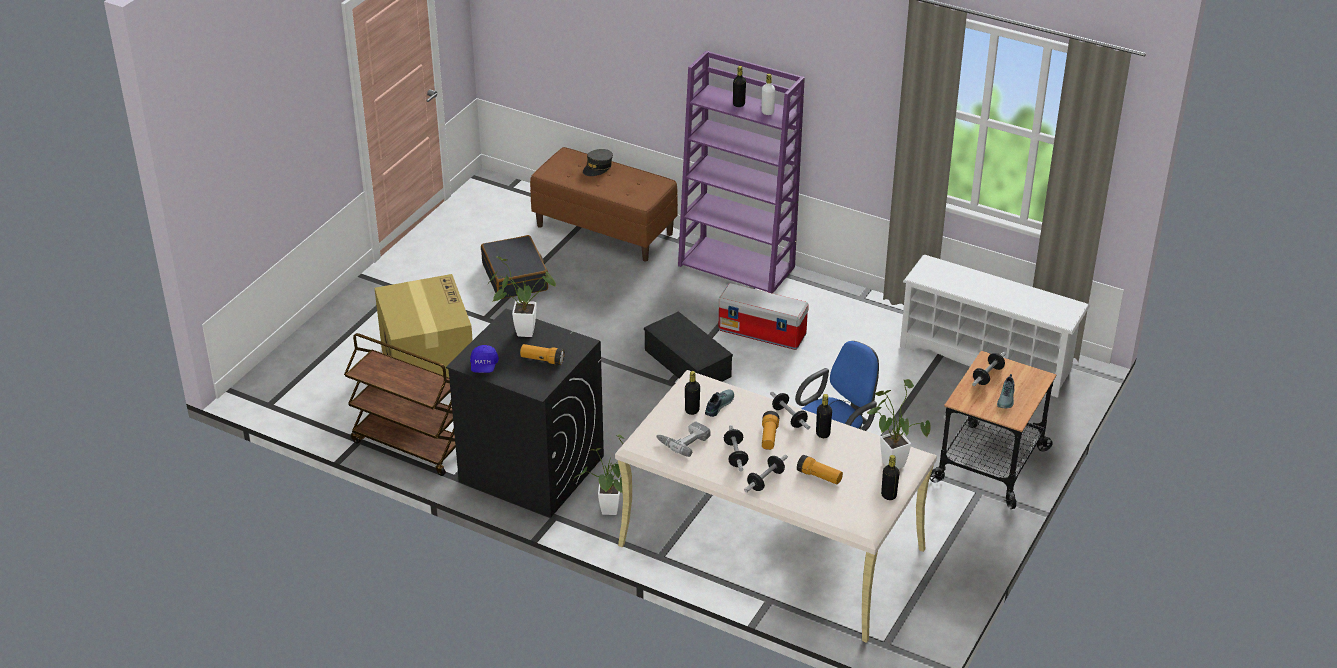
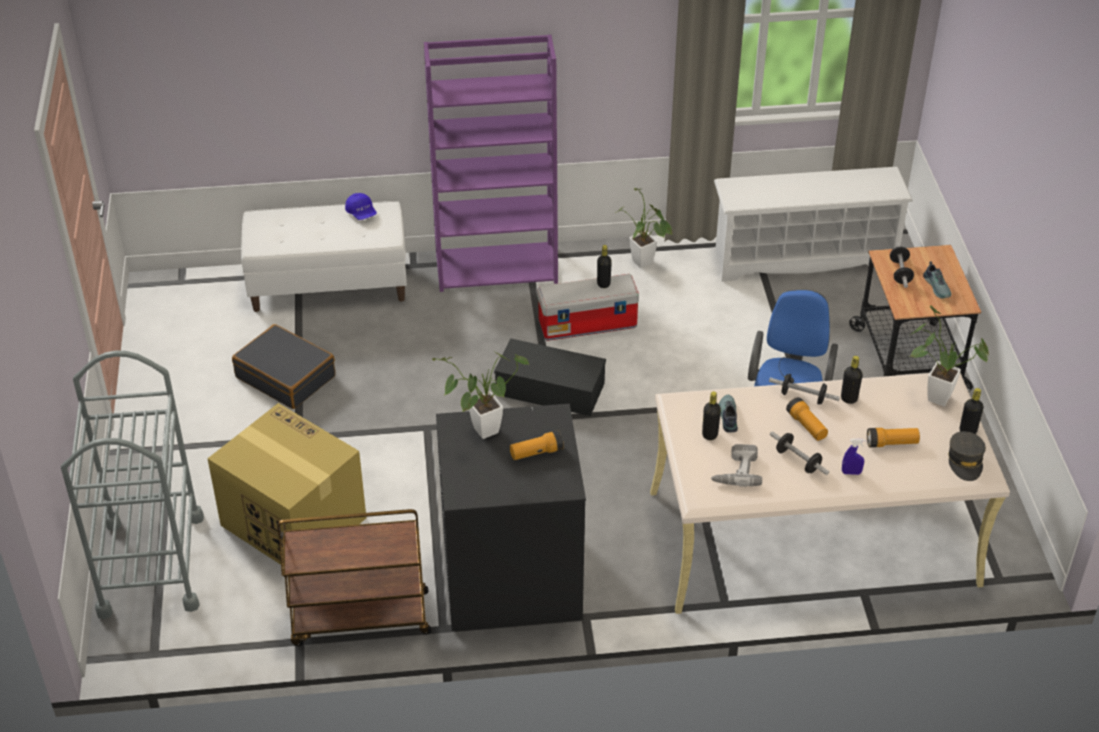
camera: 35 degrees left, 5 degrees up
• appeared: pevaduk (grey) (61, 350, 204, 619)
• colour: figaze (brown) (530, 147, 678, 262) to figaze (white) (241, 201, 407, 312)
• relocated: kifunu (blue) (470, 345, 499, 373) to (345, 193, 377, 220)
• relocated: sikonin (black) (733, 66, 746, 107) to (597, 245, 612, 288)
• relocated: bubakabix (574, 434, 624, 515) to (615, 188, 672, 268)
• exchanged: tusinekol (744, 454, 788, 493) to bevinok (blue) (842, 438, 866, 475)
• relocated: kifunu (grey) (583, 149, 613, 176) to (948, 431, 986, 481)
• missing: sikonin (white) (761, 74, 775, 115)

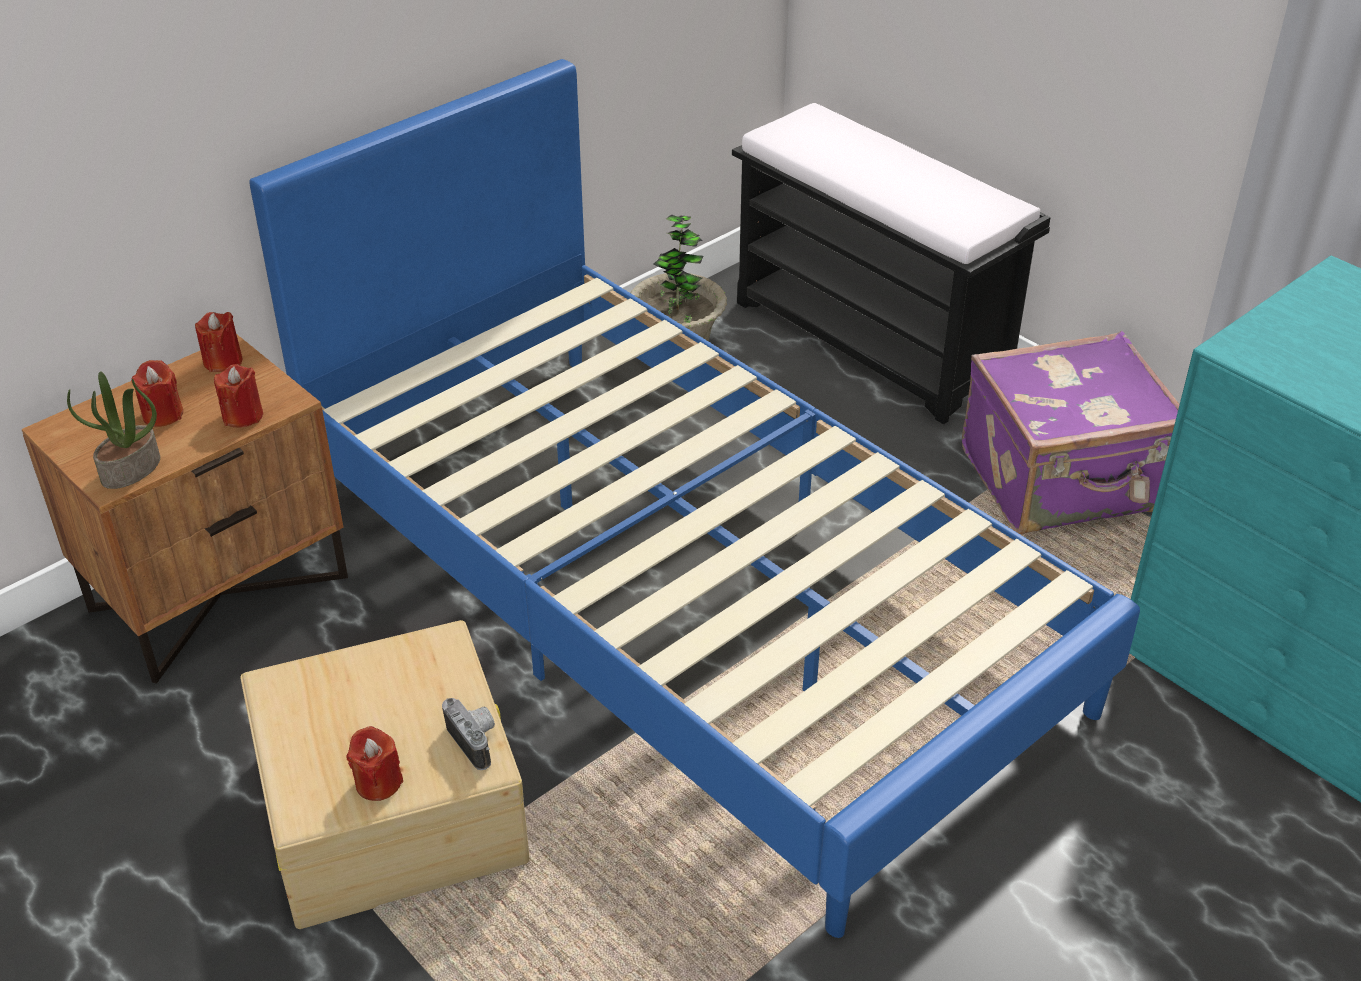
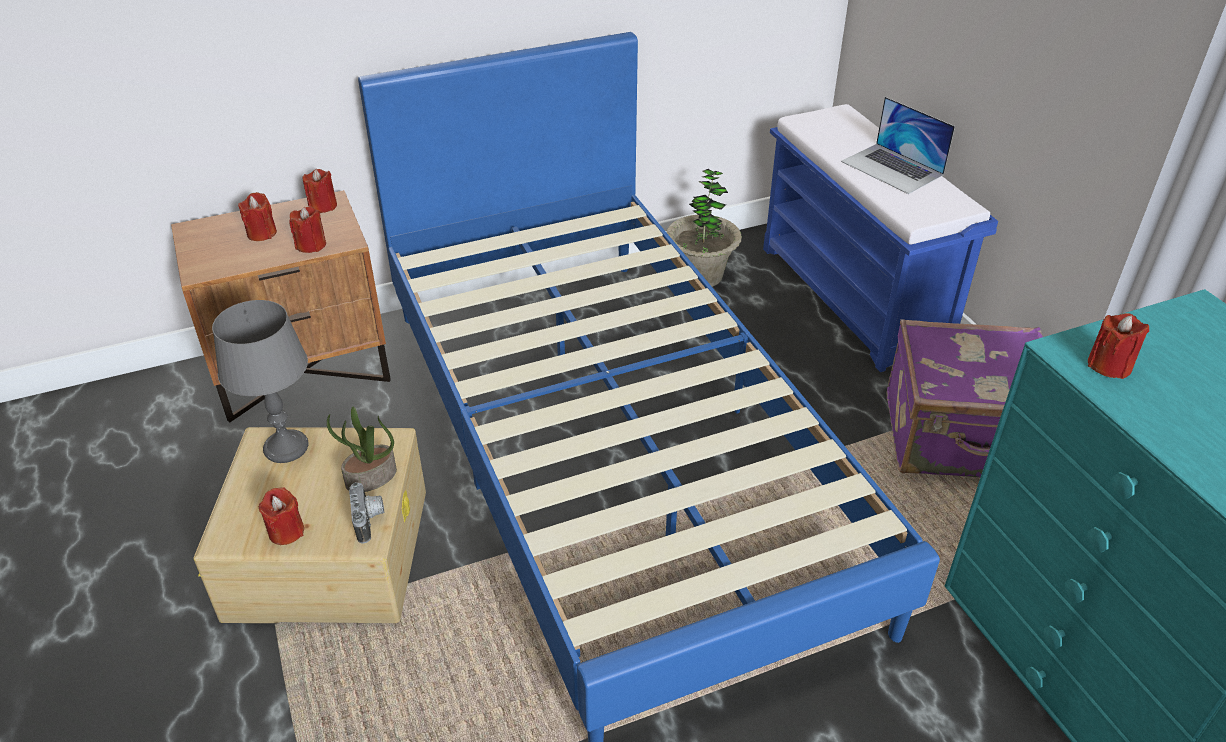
camera: 20 degrees right, 0 degrees up
• appeared: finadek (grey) (212, 300, 308, 463)
• relocated: bubakabix (67, 371, 160, 489) to (327, 407, 397, 492)
• colour: figaze (black) (732, 103, 1051, 424) to figaze (blue) (763, 104, 998, 372)
• appeared: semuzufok (841, 97, 955, 194)
• appeared: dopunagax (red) (1088, 313, 1149, 379)

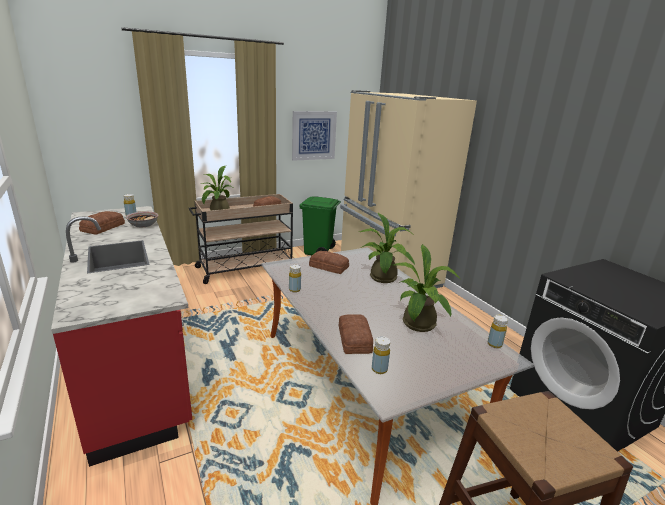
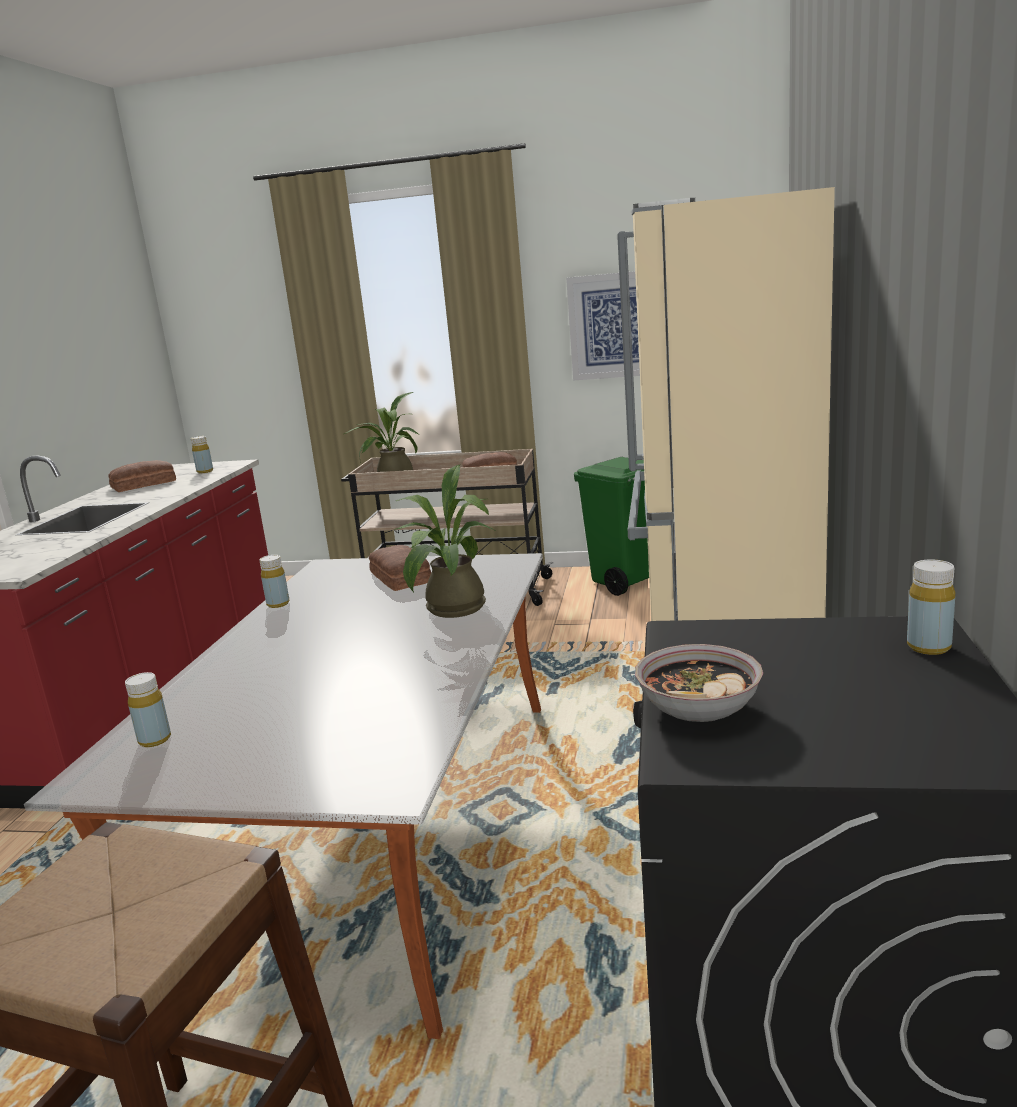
camera: 40 degrees right, 5 degrees down
• relocated: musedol (126, 211, 158, 228) to (635, 644, 763, 722)
• relocated: sikonin (yellow) (488, 315, 508, 348) to (907, 560, 955, 655)
• missing: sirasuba (339, 314, 373, 354)
• missing: bubakabix (390, 244, 461, 332)

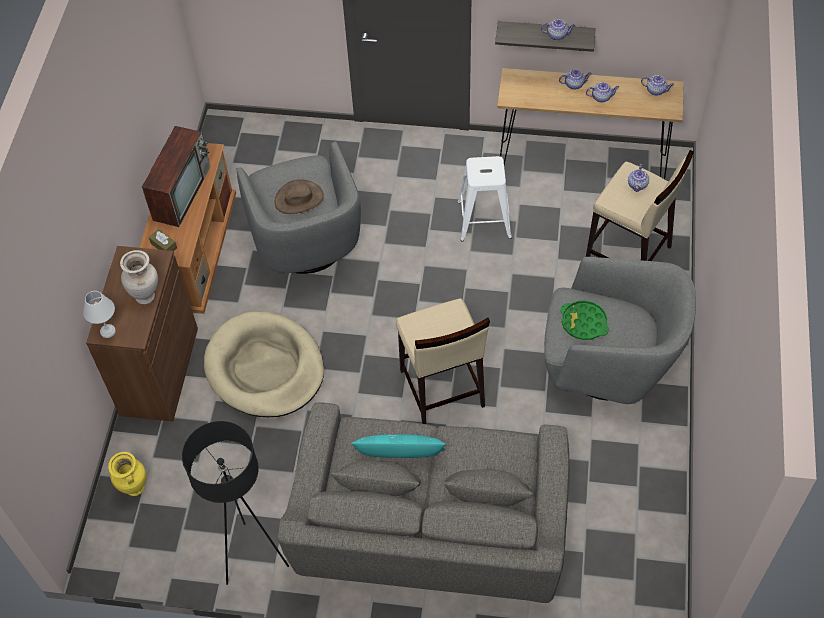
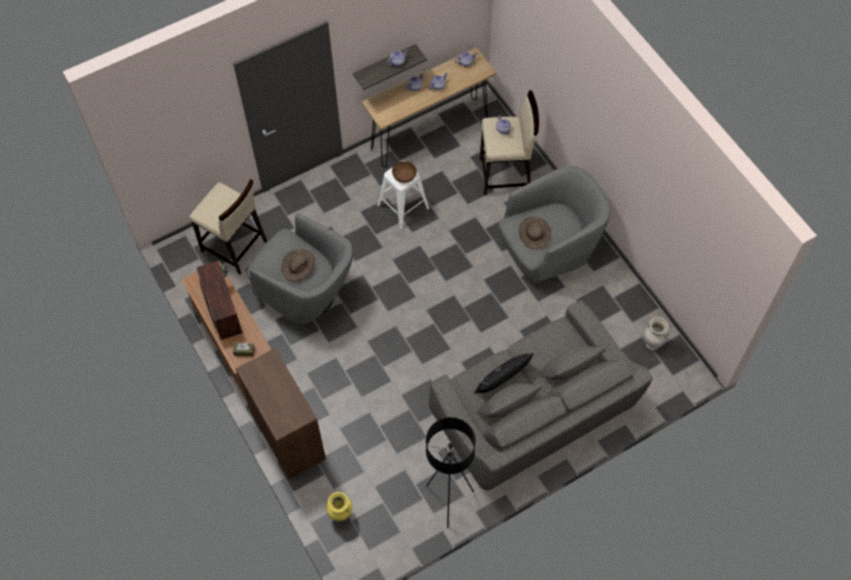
camera: 40 degrees left, 5 degrees up
• relocated: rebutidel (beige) (396, 298, 490, 424) to (189, 179, 267, 274)
• appeared: musedol (brown) (392, 161, 417, 183)
• colour: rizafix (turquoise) (351, 434, 446, 458) to rizafix (black) (474, 353, 534, 394)
• exchanged: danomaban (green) (560, 300, 609, 340) to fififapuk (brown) (519, 217, 551, 250)
• relocated: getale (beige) (120, 250, 158, 304) to (644, 317, 669, 350)
• missing: finadek (white) (83, 291, 116, 338)
• missing: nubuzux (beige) (204, 311, 324, 417)

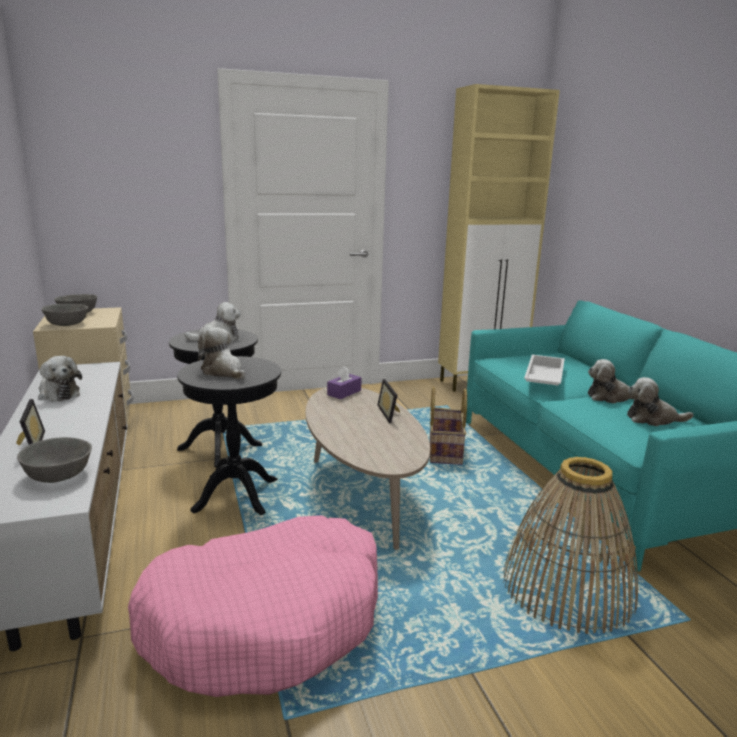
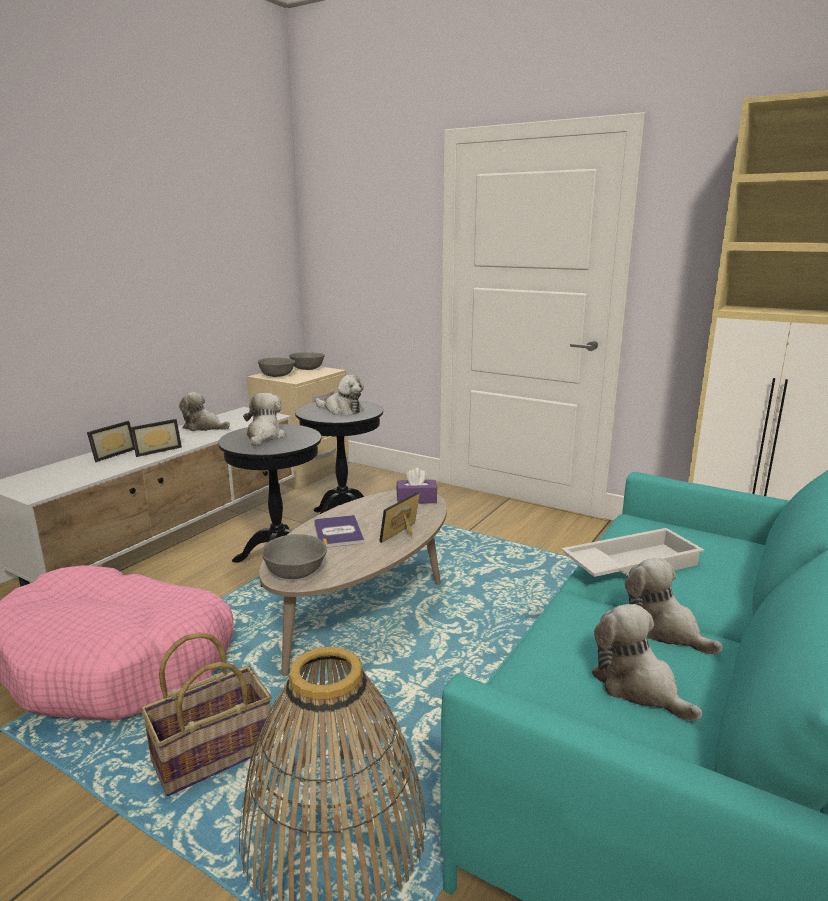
camera: 50 degrees right, 0 degrees up
• appeared: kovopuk (130, 419, 182, 457)
• relocated: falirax (430, 387, 467, 465) to (141, 632, 274, 796)
• spun: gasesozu (38, 356, 82, 401) = (179, 392, 230, 431) 105 degrees clockwise
• relocated: musedol (grey) (17, 437, 92, 483) to (261, 534, 327, 579)
• appeared: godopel (314, 515, 365, 548)

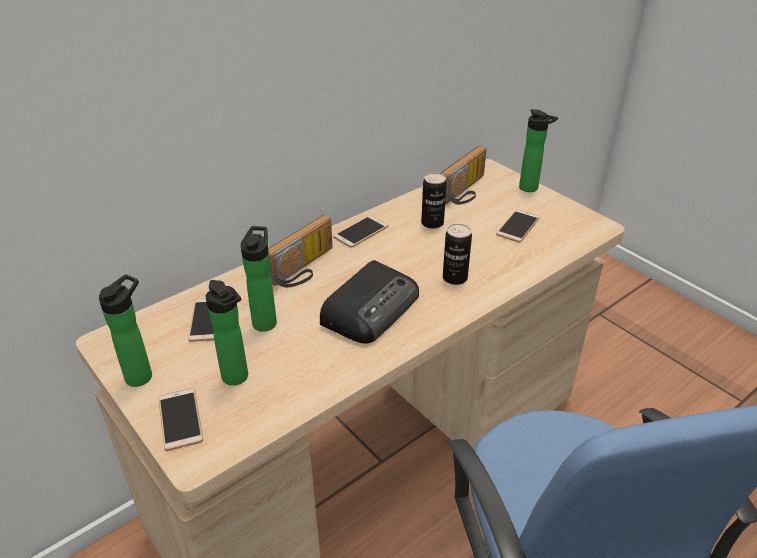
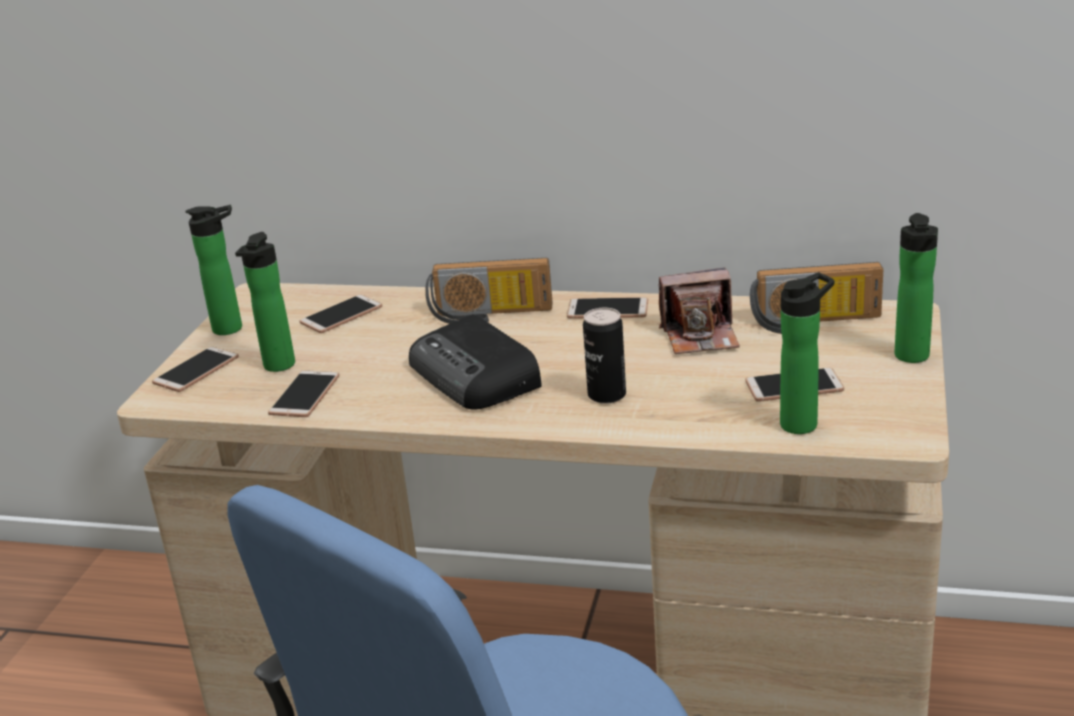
camera: 55 degrees right, 10 degrees down
• appeared: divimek (268, 370, 340, 417)
• spun: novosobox (320, 260, 419, 344) = (409, 314, 541, 410) 60 degrees clockwise
• exchanged: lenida (421, 172, 447, 229) to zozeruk (658, 268, 740, 354)
• relocated: sikonin (241, 226, 277, 332) to (780, 272, 834, 434)

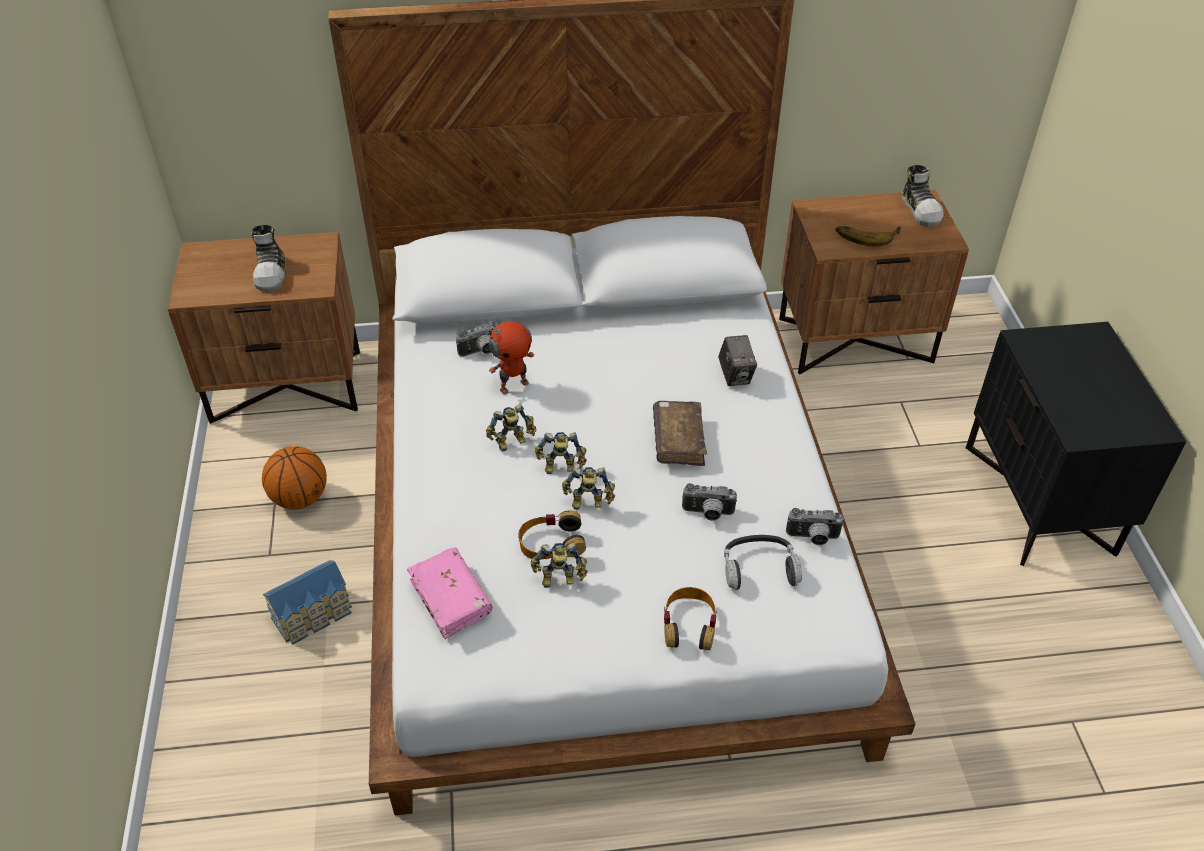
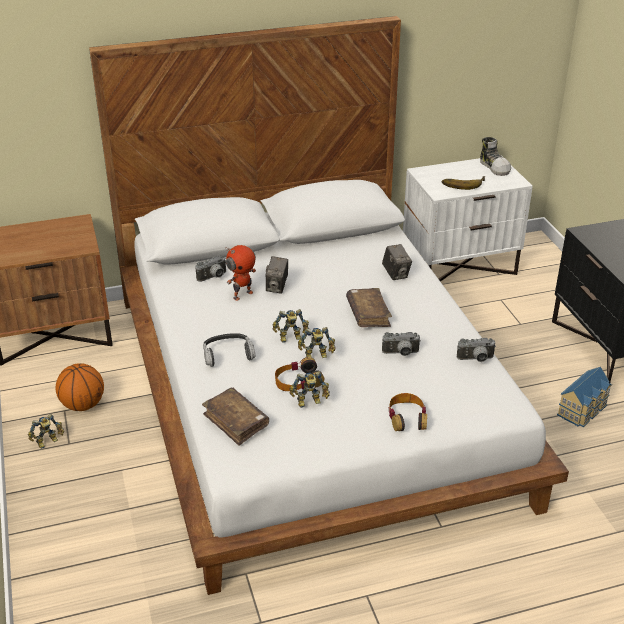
camera: 10 degrees left, 10 degrees down
• relocated: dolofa (486, 403, 536, 452) to (28, 414, 64, 449)
• colour: godopel (pink) (407, 547, 493, 639) to godopel (brown) (202, 387, 269, 446)
• relocated: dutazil (724, 535, 802, 590) to (203, 333, 255, 367)
• appeared: zozeruk (265, 256, 288, 294)
• colour: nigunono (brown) (779, 190, 969, 374) to nigunono (white) (403, 158, 533, 282)
• relocated: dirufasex (263, 560, 352, 645) to (557, 367, 612, 427)
• missing: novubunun (251, 225, 286, 292)

